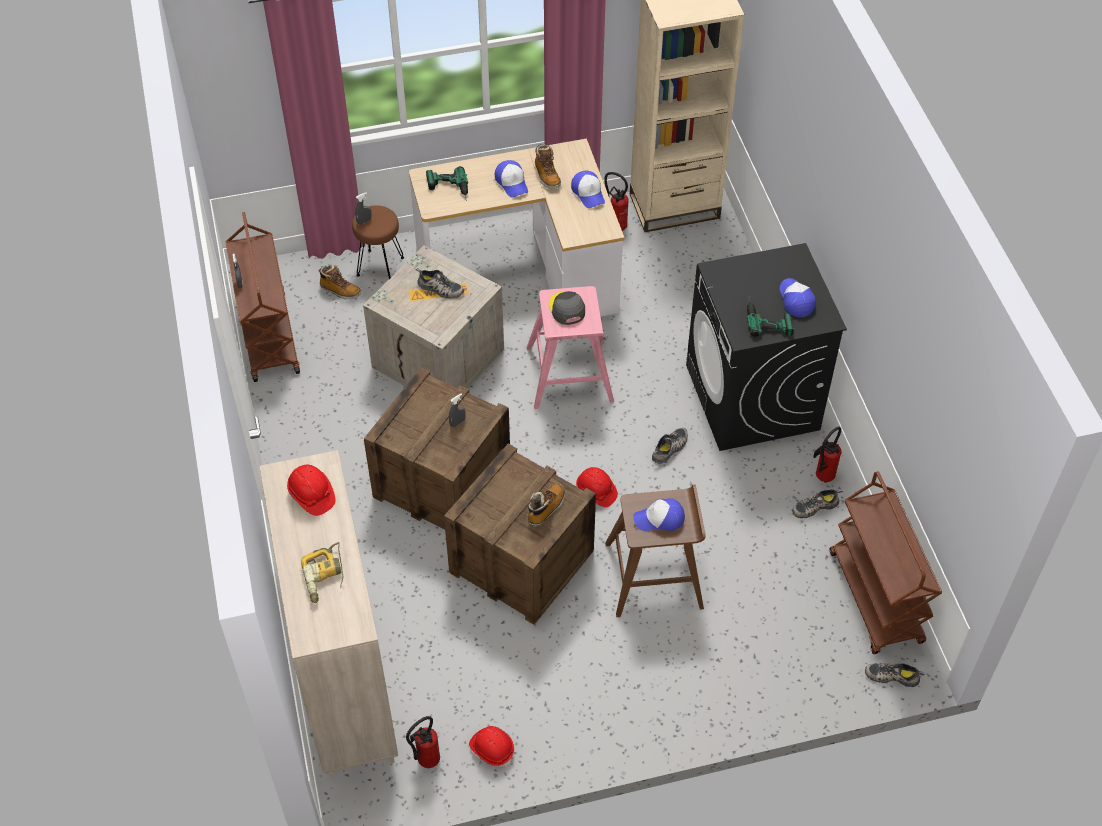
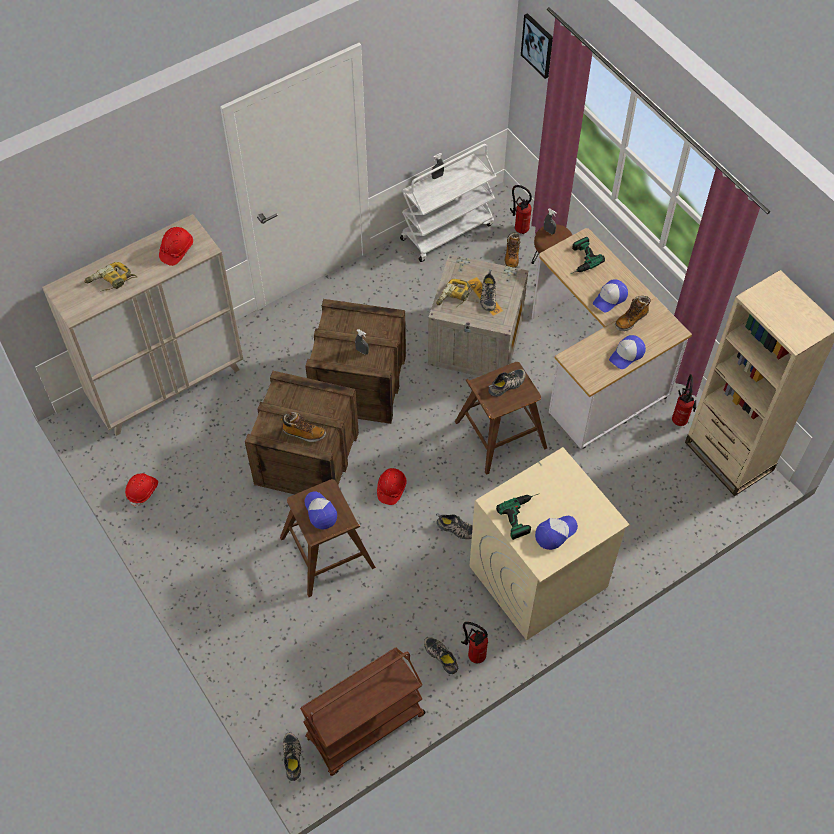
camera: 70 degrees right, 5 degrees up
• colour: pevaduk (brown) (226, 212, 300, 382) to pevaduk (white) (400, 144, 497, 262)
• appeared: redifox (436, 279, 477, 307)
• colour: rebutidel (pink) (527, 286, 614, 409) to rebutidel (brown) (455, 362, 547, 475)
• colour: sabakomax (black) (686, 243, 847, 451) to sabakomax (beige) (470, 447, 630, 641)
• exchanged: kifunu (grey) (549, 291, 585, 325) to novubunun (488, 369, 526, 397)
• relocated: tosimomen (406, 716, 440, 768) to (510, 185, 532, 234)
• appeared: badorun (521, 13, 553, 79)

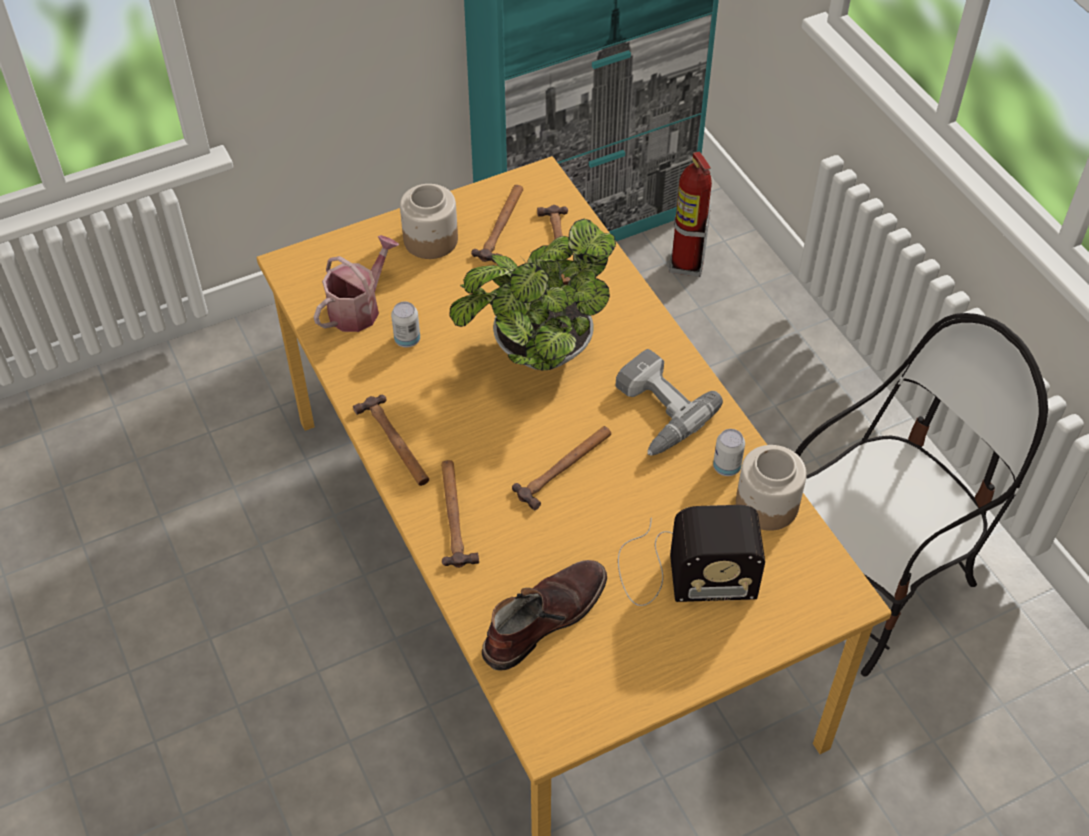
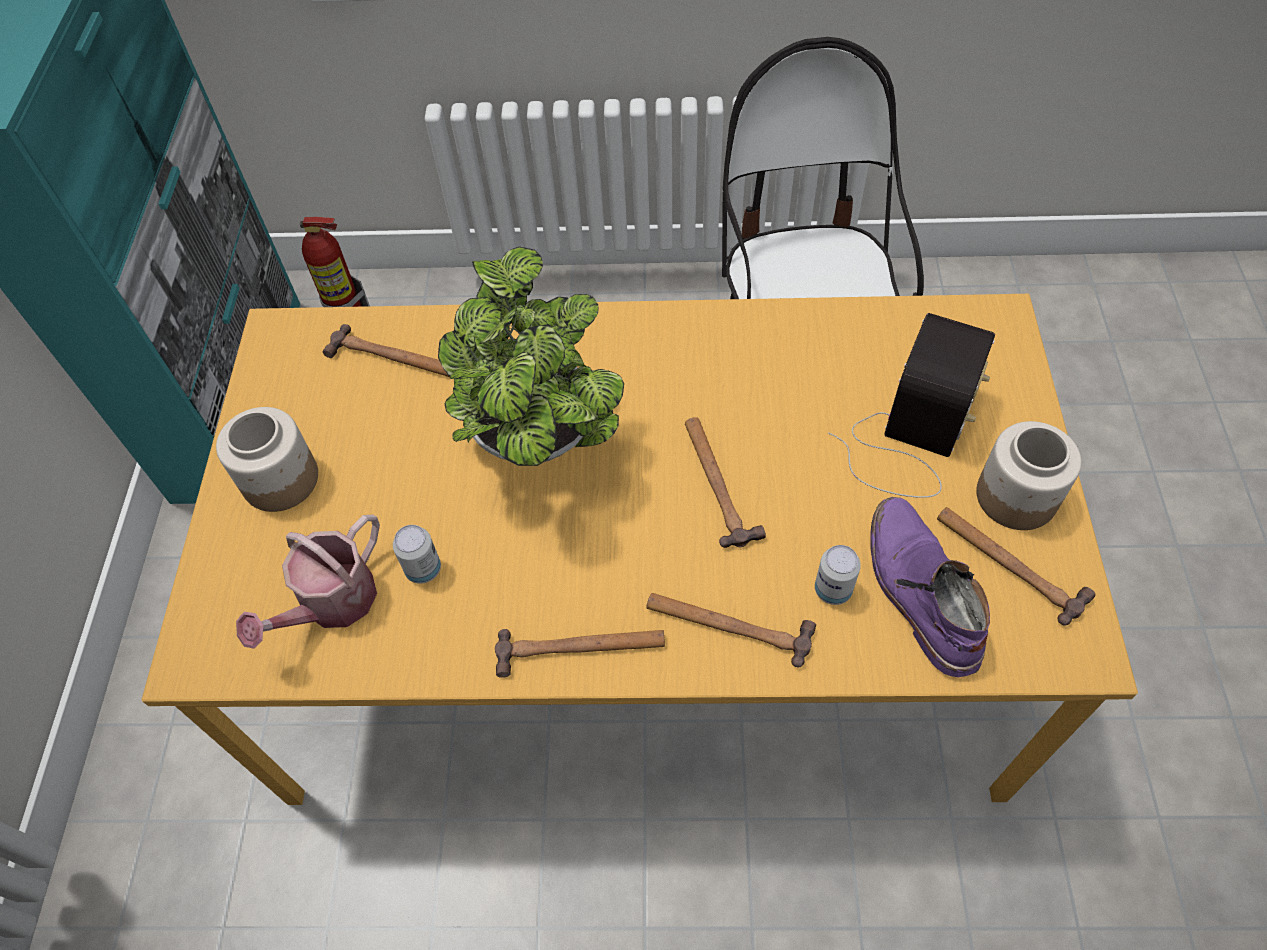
camera: 60 degrees left, 5 degrees up
• spun: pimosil (314, 235, 399, 332) = (236, 515, 380, 649) 120 degrees counterclockwise
• relocated: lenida (713, 429, 745, 476) to (815, 545, 861, 605)
• colour: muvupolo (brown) (482, 560, 607, 671) to muvupolo (purple) (871, 497, 990, 677)
• relocated: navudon (471, 185, 523, 263) to (937, 507, 1095, 625)
• relocated: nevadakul (736, 445, 807, 531) to (976, 421, 1081, 530)
• missing: redifox (616, 349, 723, 456)

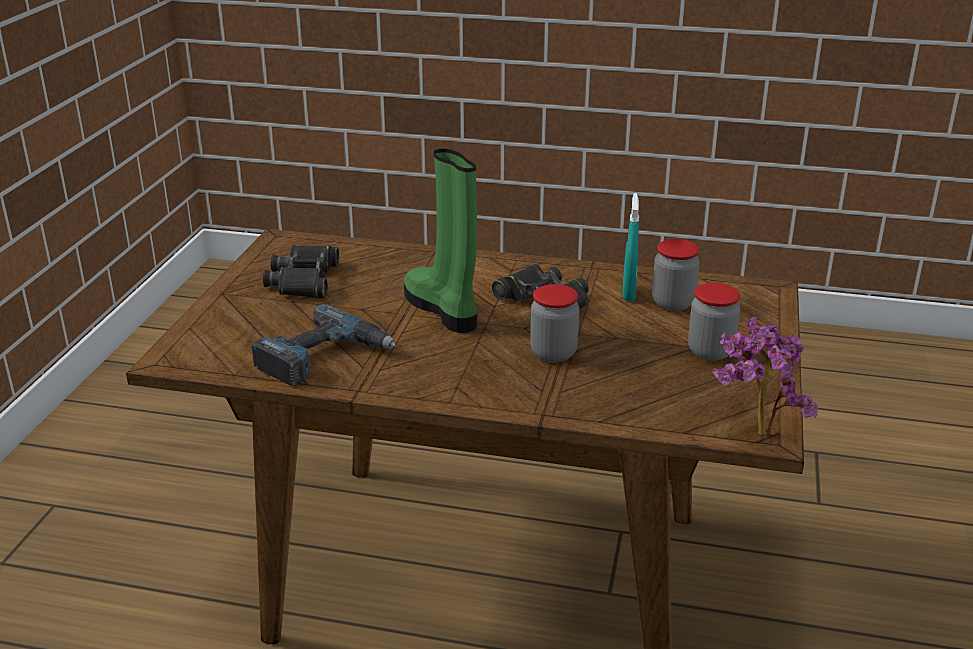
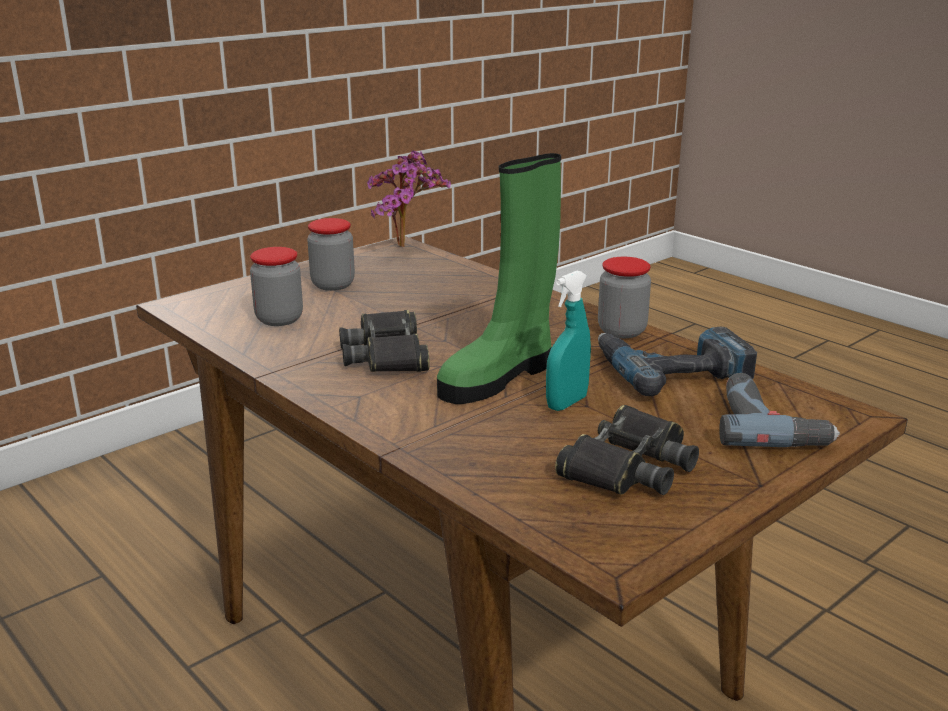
camera: 145 degrees left, 5 degrees down
• spun: muvupolo (green) (404, 149, 477, 333) = (437, 153, 561, 404) 45 degrees clockwise
• relocated: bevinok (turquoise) (623, 193, 639, 301) to (546, 270, 591, 411)
• relocated: nevadakul (530, 284, 579, 362) to (598, 257, 651, 338)
• appeared: redifox (719, 373, 840, 447)

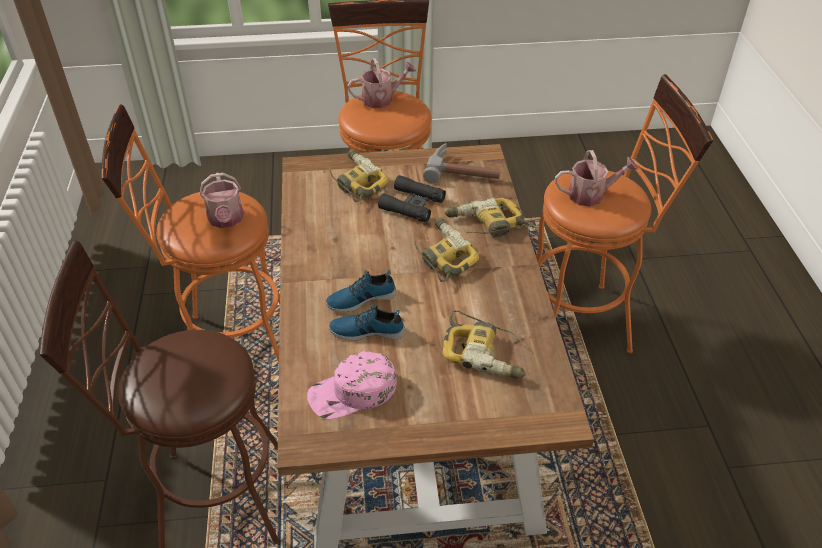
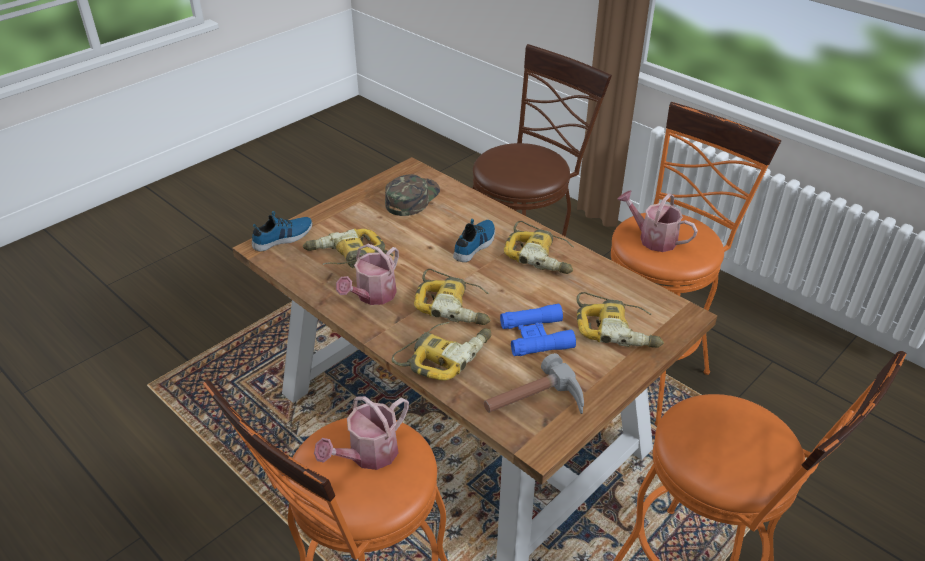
camera: 140 degrees right, 5 degrees down
• relocated: novubunun (329, 304, 405, 341) to (252, 211, 312, 251)
• relocated: pimosil (347, 58, 416, 108) to (336, 244, 399, 305)
• colour: kifunu (pink) (307, 351, 397, 419) to kifunu (green) (385, 174, 440, 216)
• colour: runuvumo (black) (378, 175, 446, 222) to runuvumo (blue) (500, 304, 576, 356)
• appeared: redifox (504, 221, 574, 274)

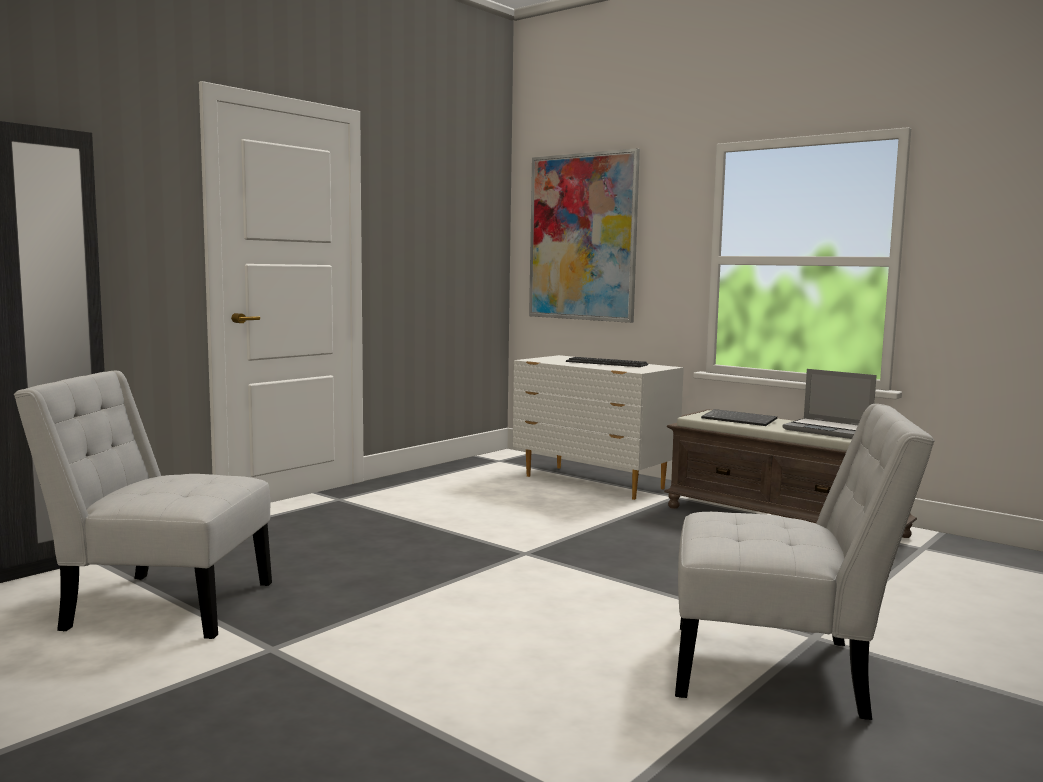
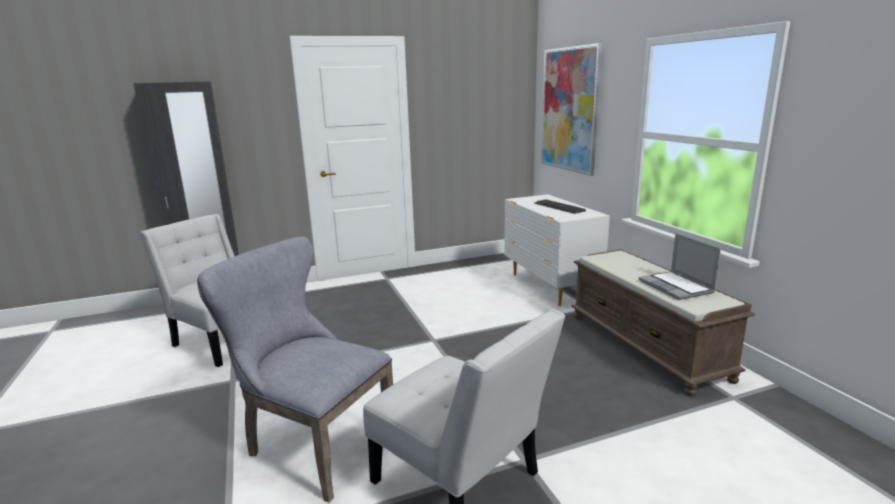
camera: 30 degrees right, 10 degrees up
• appeared: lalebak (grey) (197, 237, 393, 503)
• missing: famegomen (701, 409, 777, 426)

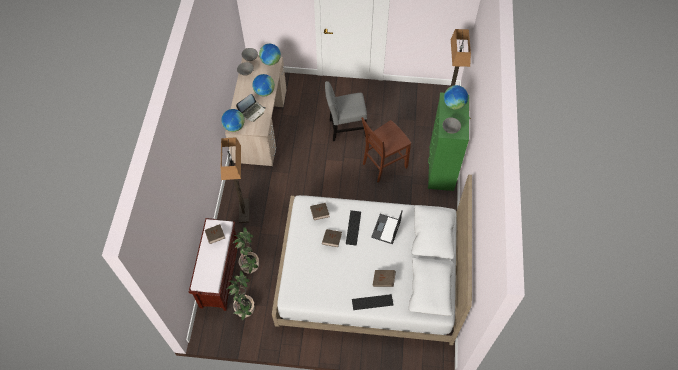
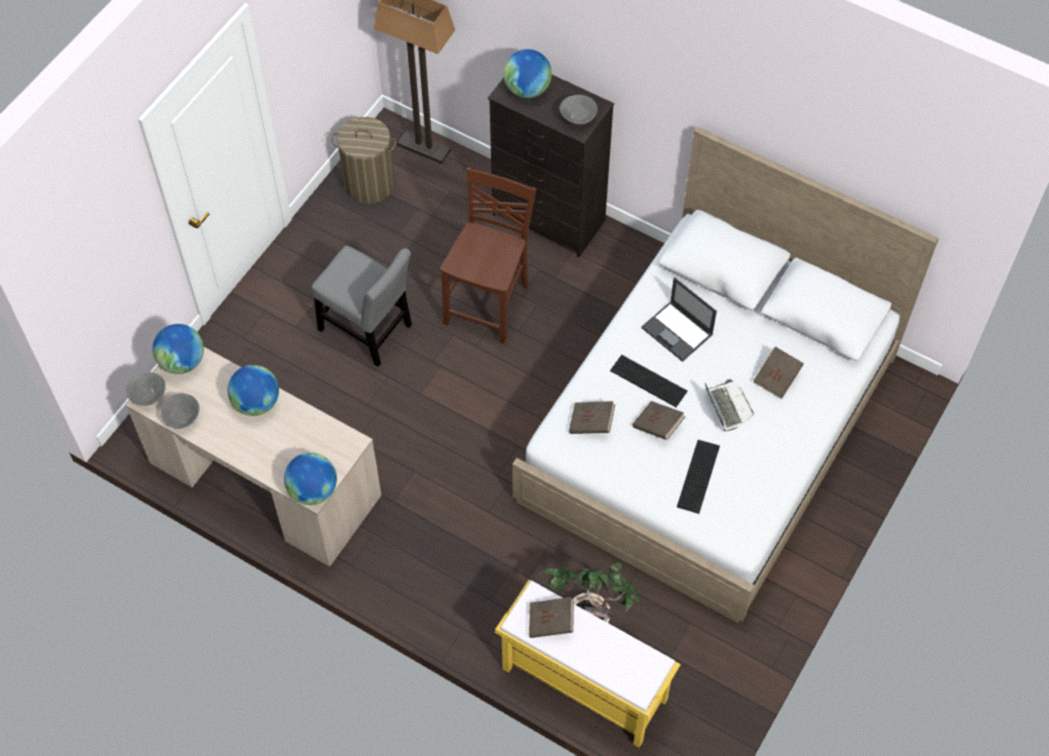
camera: 65 degrees left, 0 degrees up
• spun: lalebak (grey) (325, 81, 367, 141) = (311, 246, 412, 367) 75 degrees counterclockwise
• appeared: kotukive (331, 117, 396, 203)
• spun: lalebak (brown) (361, 117, 411, 183) = (440, 167, 536, 344) 150 degrees counterclockwise
• colour: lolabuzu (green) (428, 92, 471, 191) to lolabuzu (black) (488, 75, 614, 258)
• colour: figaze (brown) (189, 218, 239, 311) to figaze (yellow) (495, 580, 681, 748)
• relocated: famegomen (352, 294, 393, 310) to (677, 440, 720, 514)
• relocated: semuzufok (236, 94, 266, 122) to (705, 379, 754, 431)
• missing: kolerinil (221, 137, 249, 223)
• missing: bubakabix (227, 270, 255, 320)

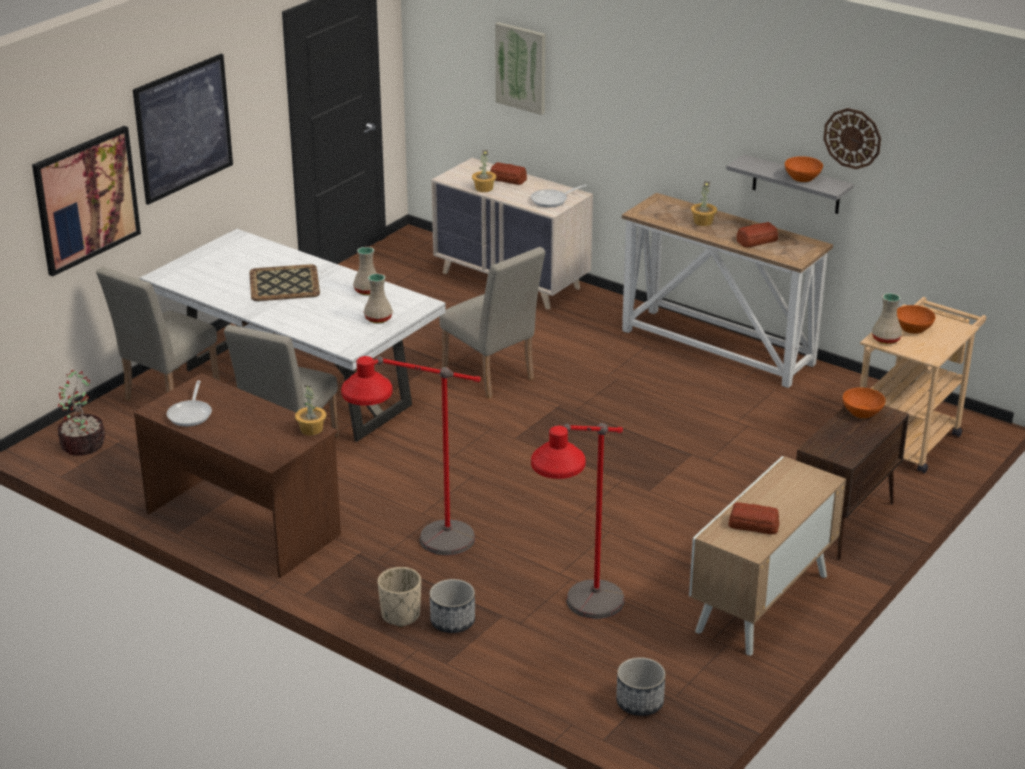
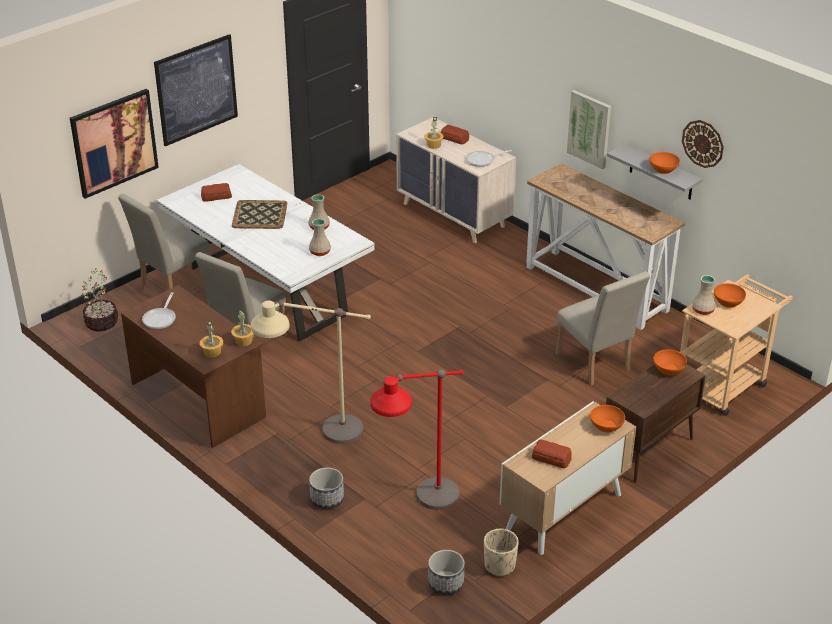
camera: 10 degrees right, 5 degrees up
• relocated: bubakabix (691, 181, 717, 226) to (200, 320, 223, 358)
• relocated: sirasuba (737, 222, 778, 247) to (201, 183, 232, 201)
• colour: kolerinil (red) (341, 356, 481, 556) to kolerinil (beige) (251, 300, 371, 444)
• relocated: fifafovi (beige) (378, 567, 421, 627) to (484, 529, 519, 577)
• relocated: lalebak (beige) (439, 247, 545, 399) to (555, 271, 650, 386)
• relocated: badorun (495, 22, 545, 115) to (567, 90, 611, 169)
• appeared: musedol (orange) (590, 405, 625, 433)

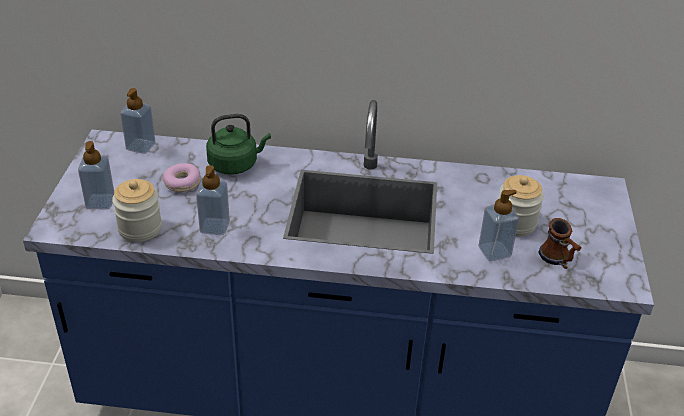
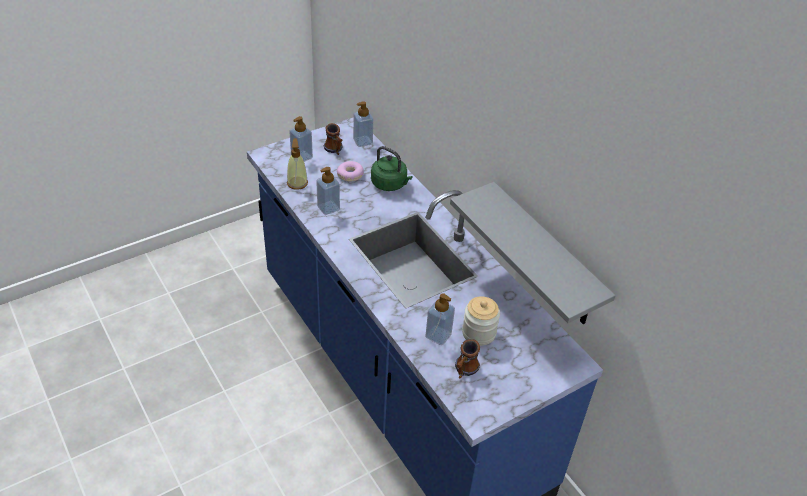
camera: 50 degrees right, 5 degrees up
• exchanged: nevadakul (112, 179, 162, 242) to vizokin (287, 138, 308, 190)
• appeared: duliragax (324, 123, 342, 155)
• appeared: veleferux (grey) (450, 182, 615, 324)

